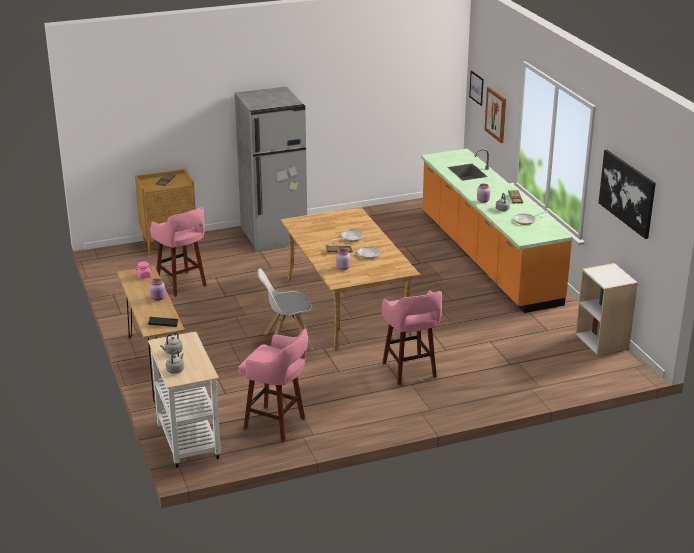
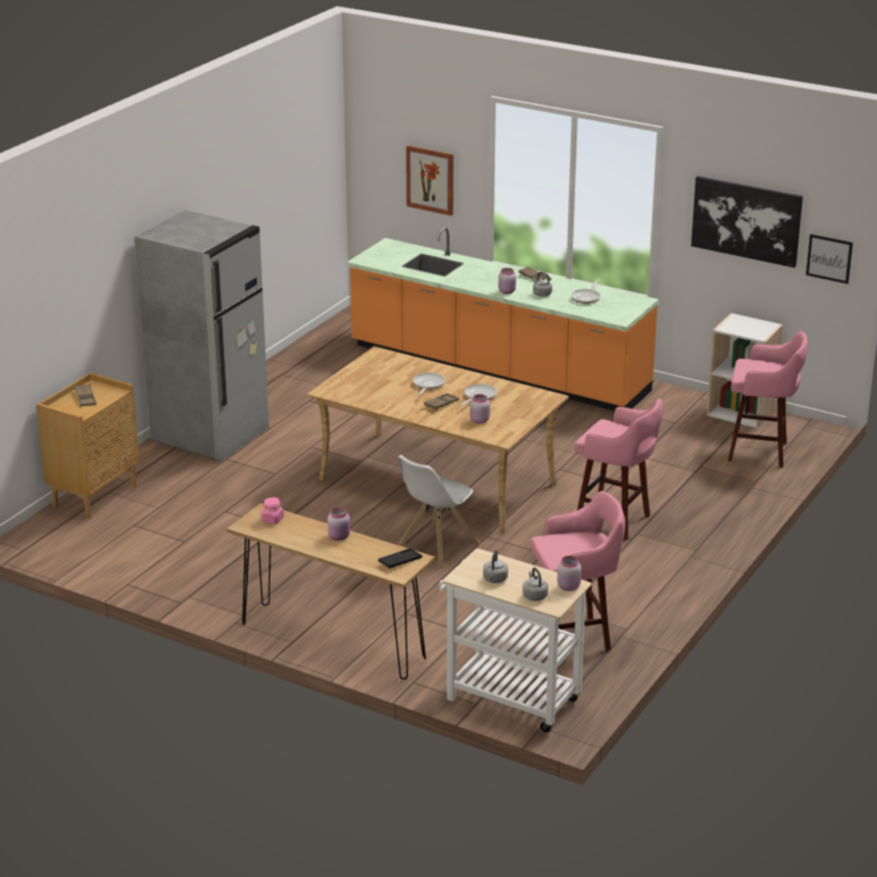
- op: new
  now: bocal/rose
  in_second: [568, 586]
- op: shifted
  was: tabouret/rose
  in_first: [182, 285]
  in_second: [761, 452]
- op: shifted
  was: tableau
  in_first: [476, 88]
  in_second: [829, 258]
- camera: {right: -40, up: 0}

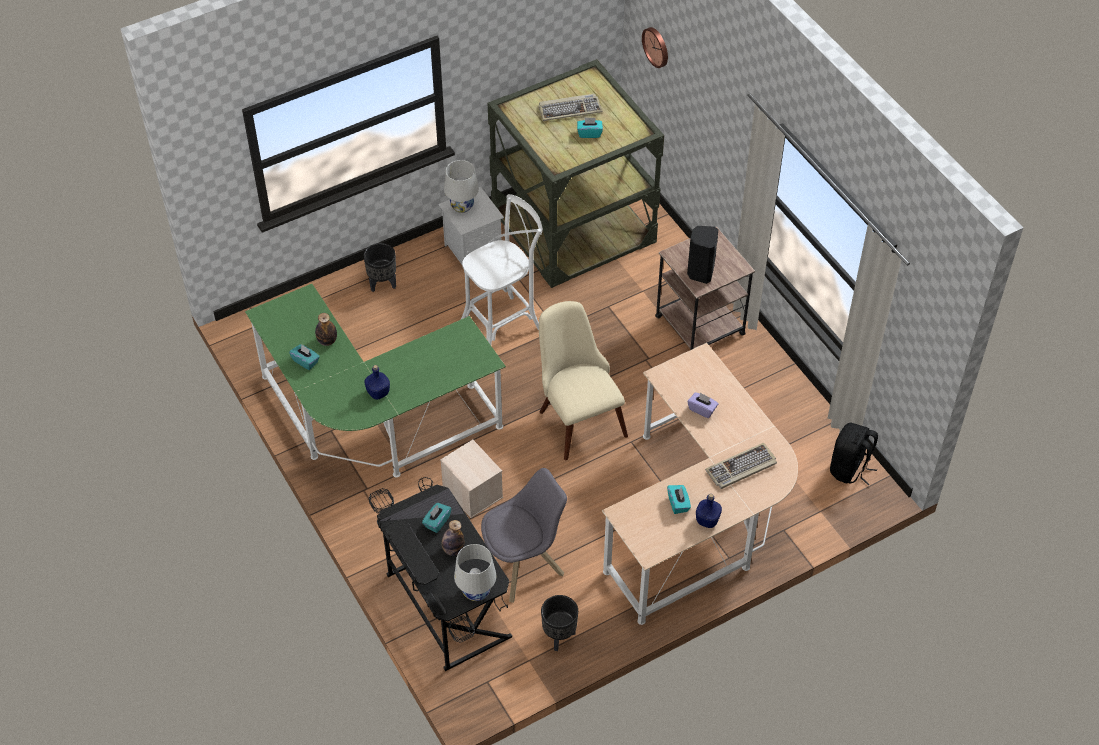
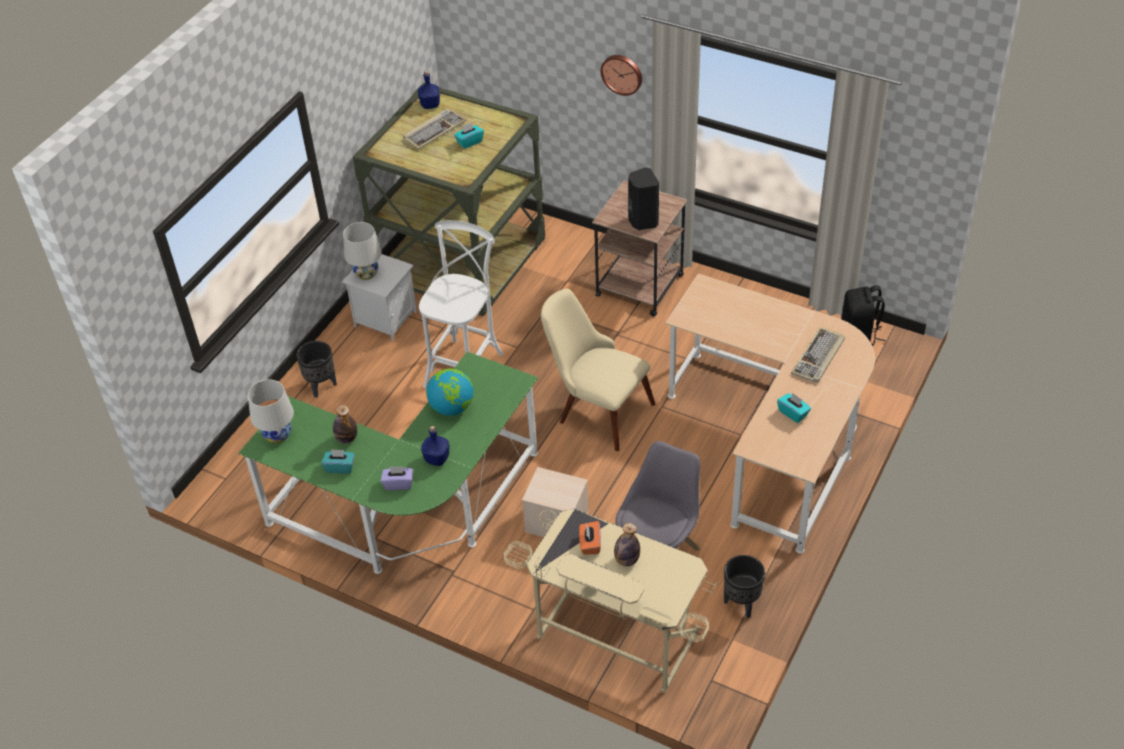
- op: new
  now: globe
  in_second: [452, 407]
- op: shifted
  was: lampe de table/blanc
  in_first: [476, 591]
  in_second: [277, 434]
- op: shifted
  was: horloge murale
  in_first: [656, 46]
  in_second: [622, 73]
- op: shifted
  was: boîte à mouchoirs/violet
  in_first: [702, 409]
  in_second: [398, 484]
- op: shifted
  was: bouteille/bleu
  in_first: [707, 521]
  in_second: [430, 105]
- op: repainted
  was: bureau/noir
  now: bureau/beige
  in_first: [444, 607]
  in_second: [615, 637]
- op: repainted
  was: boîte à mouchoirs/turquoise
  now: boîte à mouchoirs/orange
  in_first: [437, 522]
  in_second: [590, 544]
- camera: {right: -30, up: -5}

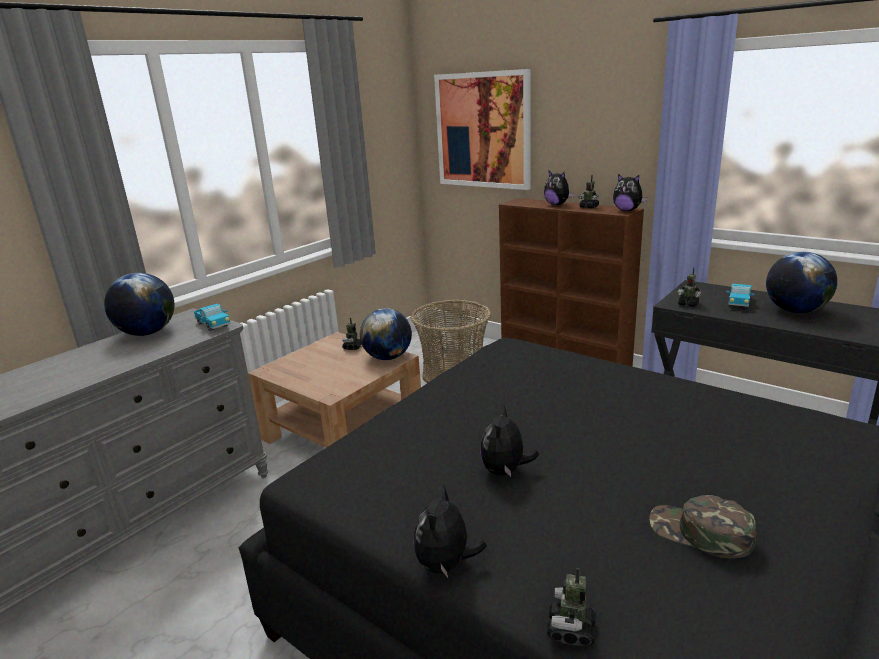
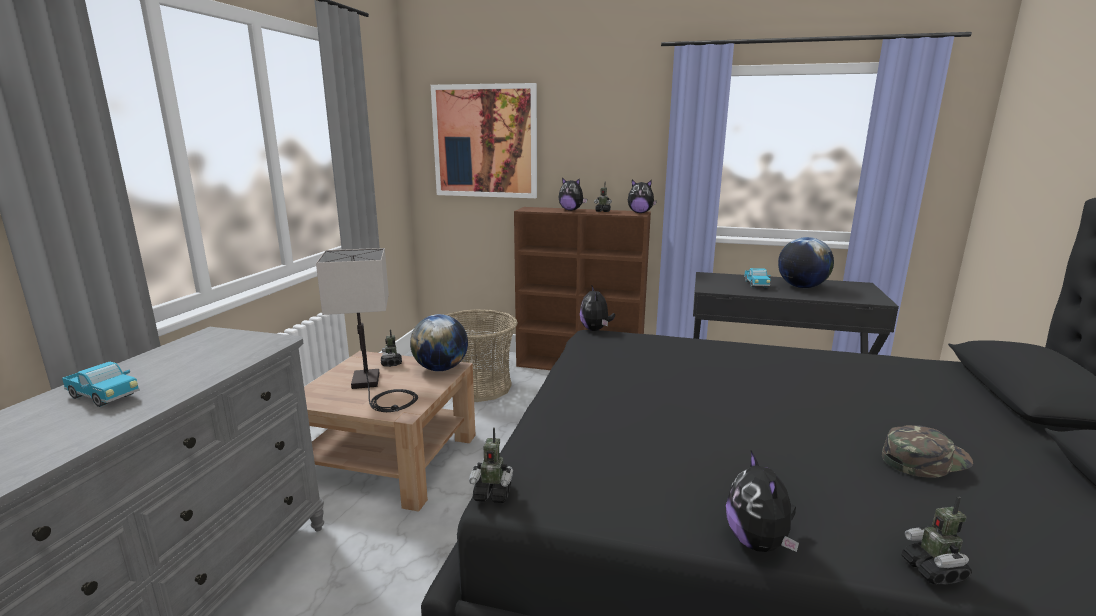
- op: gone
  was: globe
  in_first: [147, 333]
- op: new
  now: lampe de table
  in_second: [375, 389]
- op: shifted
  was: camion jouet
  in_first: [213, 325]
  in_second: [104, 397]
- op: shifted
  was: peluche
  in_first: [505, 471]
  in_second: [595, 330]
- op: shifted
  was: robot jouet
  in_first: [688, 304]
  in_second: [492, 494]
- op: rotated
  was: casquette/vert
  in_first: [700, 532]
  in_second: [924, 459]
  clockwise: 150
- camera: {right: -25, up: -5}

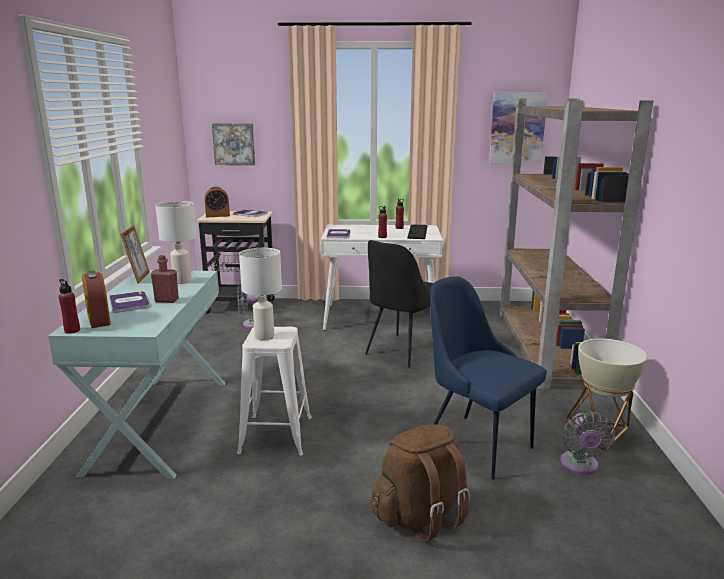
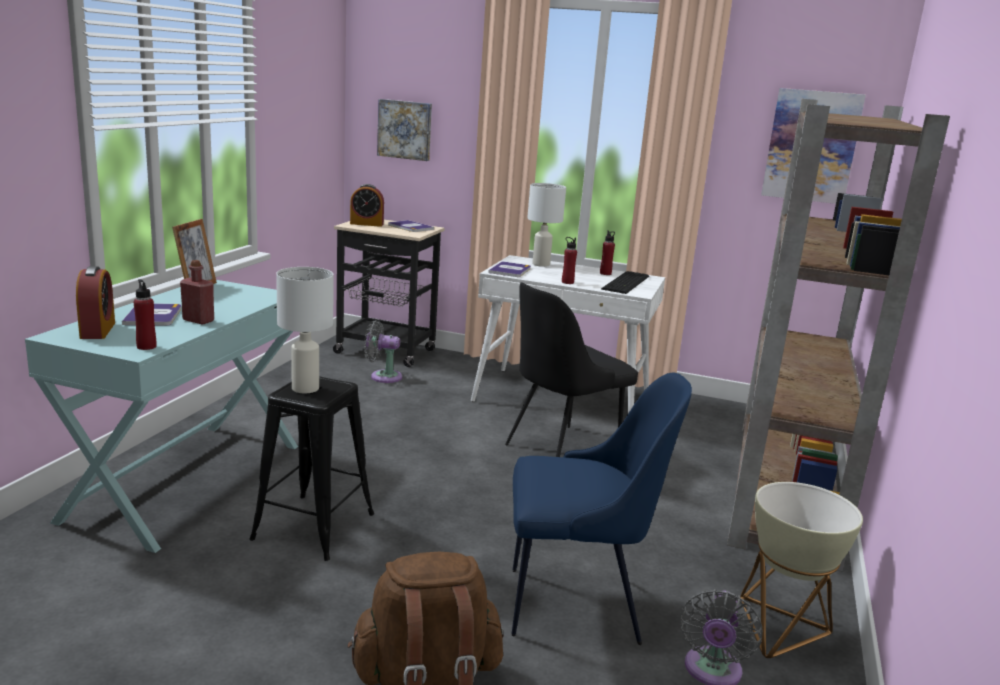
- op: shifted
  was: bouteille/rouge
  in_first: [72, 330]
  in_second: [146, 346]
- op: shifted
  was: lampe de table/blanc
  in_first: [182, 281]
  in_second: [540, 264]
- op: repainted
  was: tabouret/blanc
  now: tabouret/noir
  in_first: [276, 434]
  in_second: [314, 526]
- op: rotated
  was: chaise/bleu
  in_first: [476, 446]
  in_second: [574, 605]
  clockwise: 120
- camera: {right: 15, up: 0}

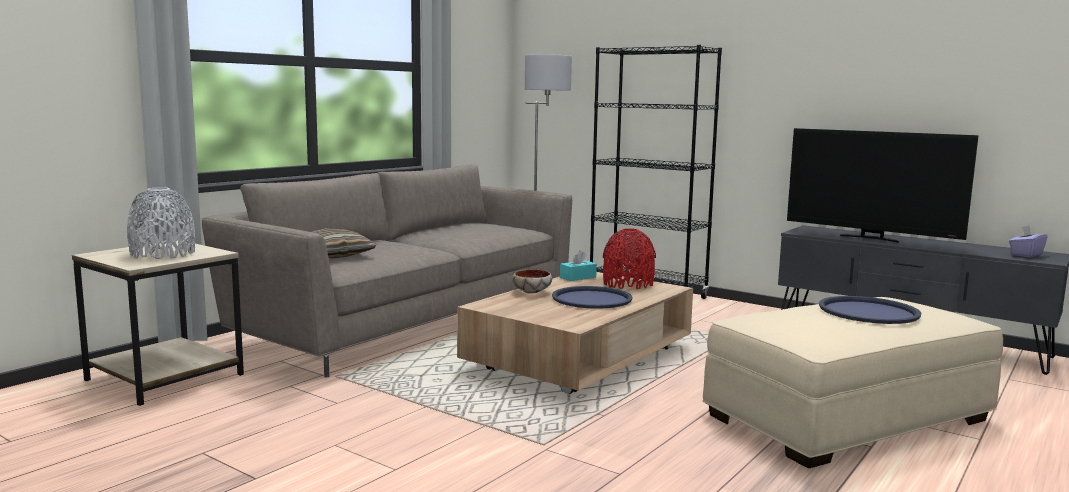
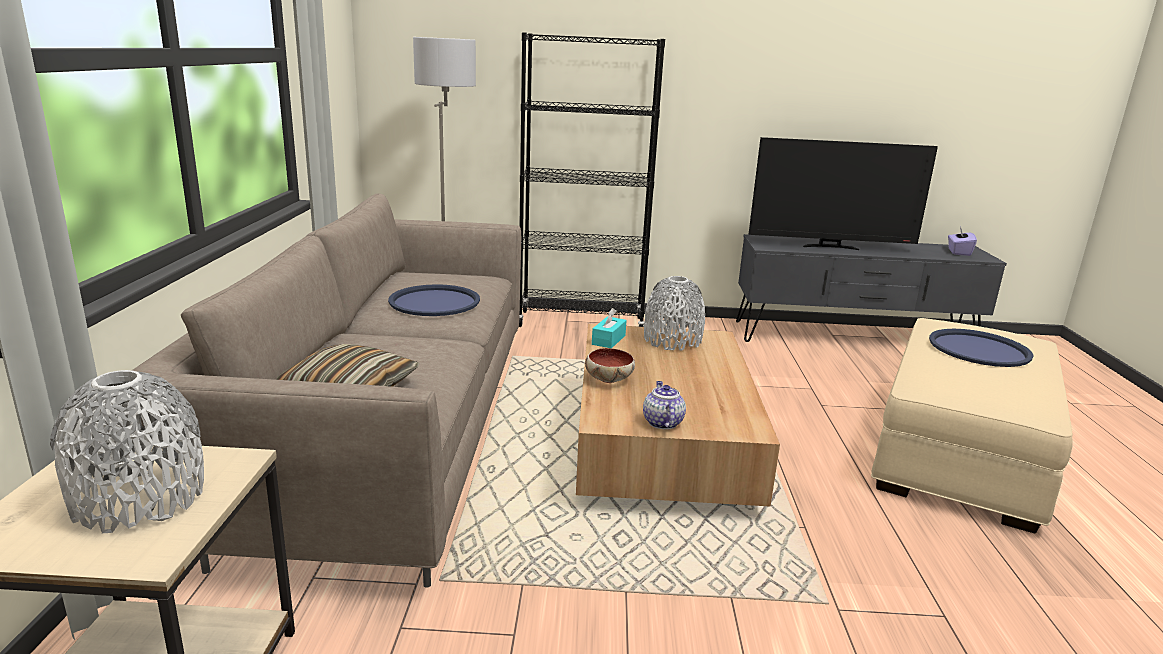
- op: new
  now: théière
  in_second: [662, 422]
- op: shifted
  was: plateau/bleu
  in_first: [591, 299]
  in_second: [434, 302]
- op: repainted
  was: vase/rouge
  now: vase/gris
  in_first: [628, 284]
  in_second: [672, 340]
- camera: {right: -35, up: 10}

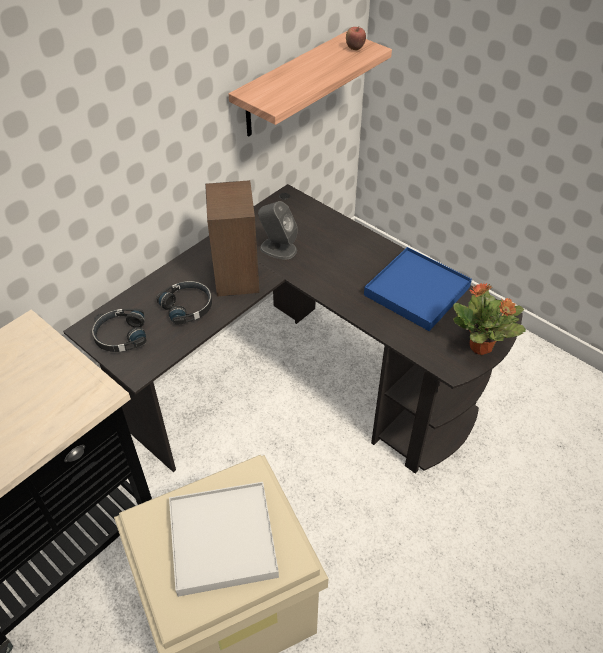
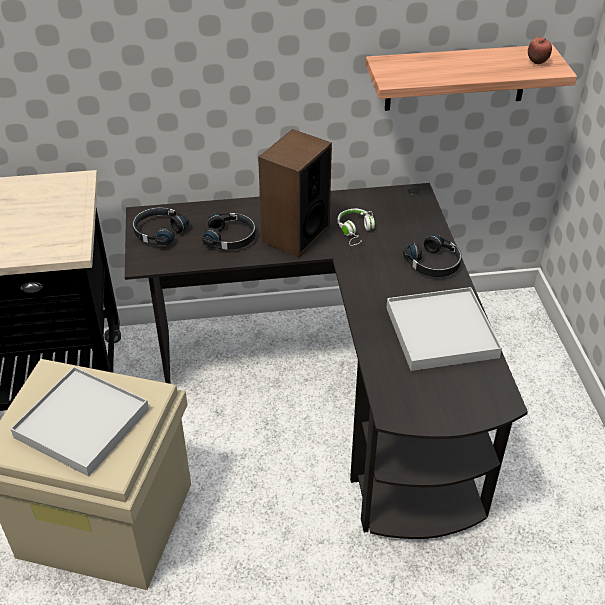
- op: gone
  was: plante en pot
  in_first: [481, 347]
- op: new
  now: casque audio/noir
  in_second: [434, 263]
- op: swapped
  was: enceinte/gris
  now: casque audio/blanc
  in_first: [278, 248]
  in_second: [355, 231]
- op: repainted
  was: plateau/bleu
  now: plateau/blanc
  in_first: [416, 291]
  in_second: [440, 332]
- camera: {right: 40, up: -5}

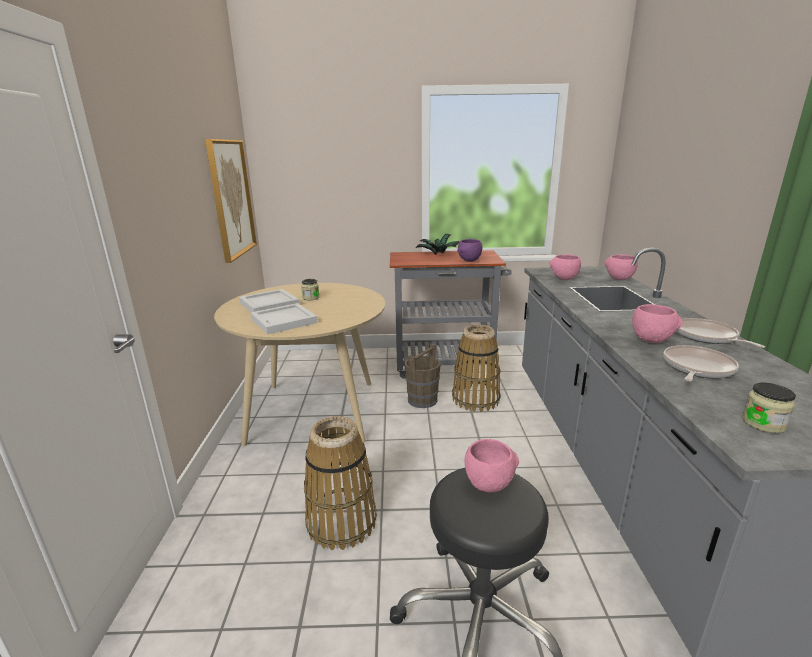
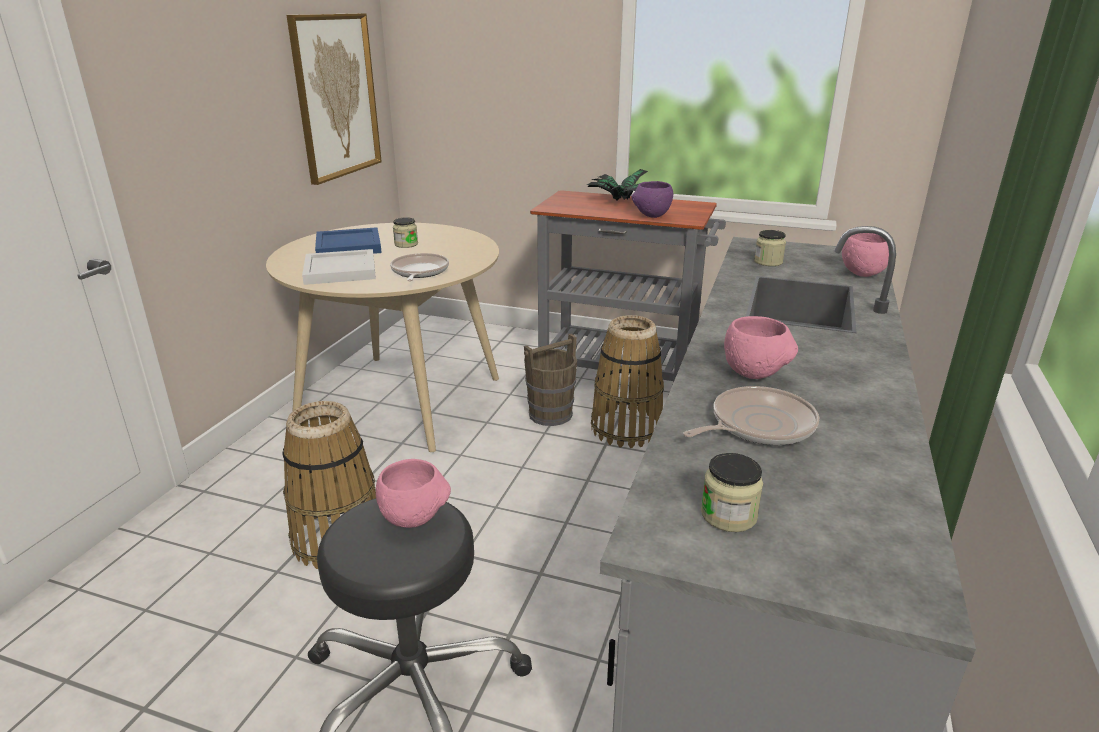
- op: shifted
  was: poêle
  in_first: [707, 337]
  in_second: [419, 272]
- op: swapped
  was: bol/rose
  now: bocal
  in_first: [564, 279]
  in_second: [768, 262]
- op: repainted
  was: plateau/blanc
  now: plateau/bleu
  in_first: [268, 304]
  in_second: [347, 246]
- camera: {right: 20, up: 5}

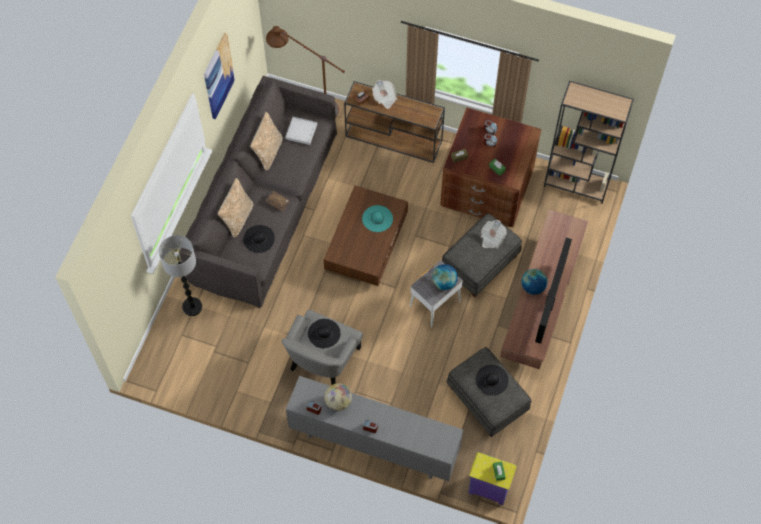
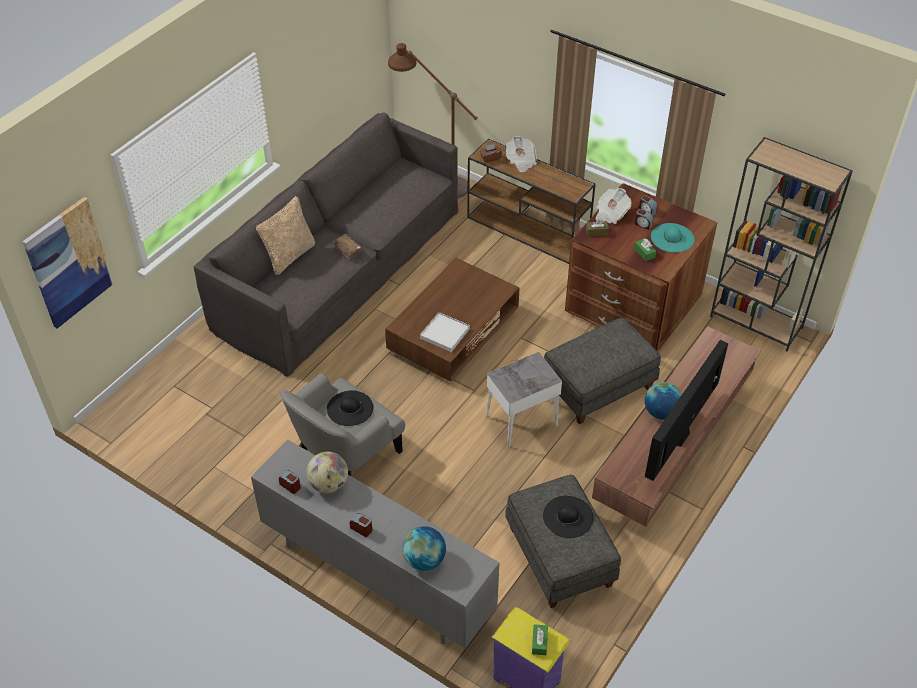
- op: gone
  was: lampadaire
  in_first: [192, 307]
- op: gone
  was: chapeau/noir
  in_first: [259, 239]
- op: gone
  was: coussin/beige
  in_first: [269, 152]
- op: shifted
  was: tableau
  in_first: [218, 76]
  in_second: [68, 262]
- op: shifted
  was: plateau/blanc
  in_first: [301, 131]
  in_second: [445, 334]
- op: shifted
  was: chapeau/turquoise
  in_first: [377, 218]
  in_second: [672, 238]
- op: shifted
  was: globe
  in_first: [444, 282]
  in_second: [424, 560]
- op: shifted
  was: journal
  in_first: [492, 238]
  in_second: [611, 214]
- camera: {right: 15, up: -15}

